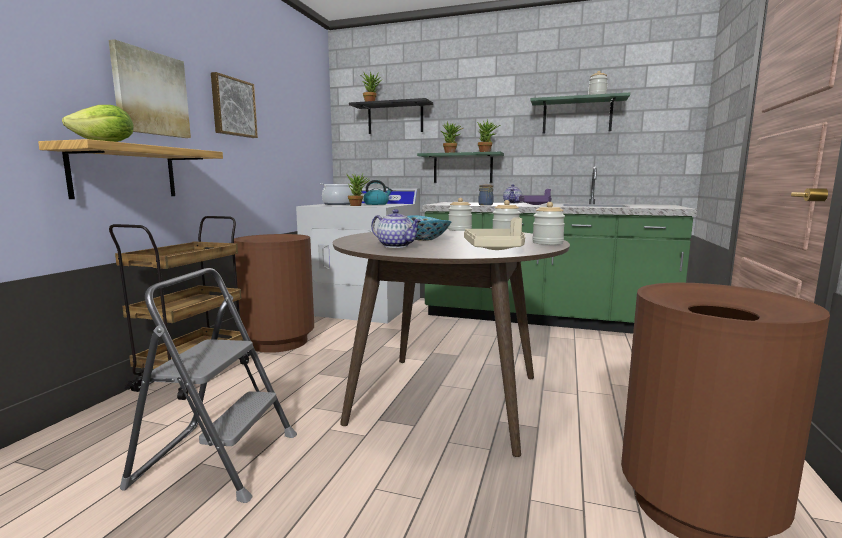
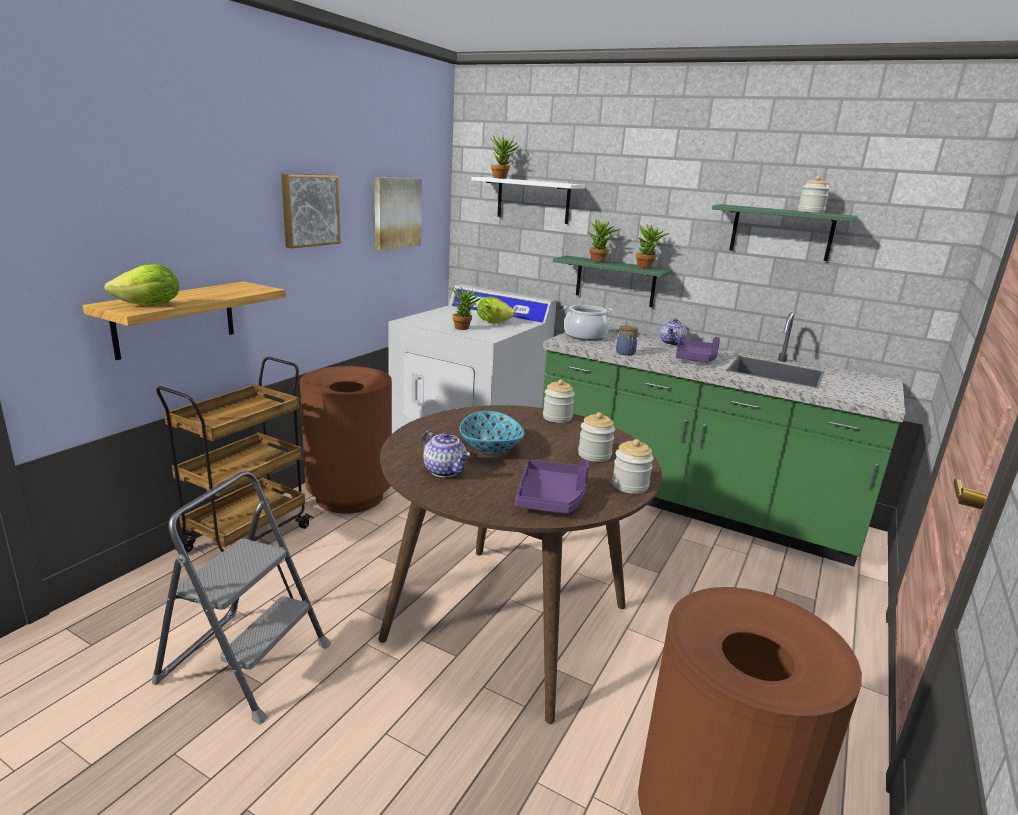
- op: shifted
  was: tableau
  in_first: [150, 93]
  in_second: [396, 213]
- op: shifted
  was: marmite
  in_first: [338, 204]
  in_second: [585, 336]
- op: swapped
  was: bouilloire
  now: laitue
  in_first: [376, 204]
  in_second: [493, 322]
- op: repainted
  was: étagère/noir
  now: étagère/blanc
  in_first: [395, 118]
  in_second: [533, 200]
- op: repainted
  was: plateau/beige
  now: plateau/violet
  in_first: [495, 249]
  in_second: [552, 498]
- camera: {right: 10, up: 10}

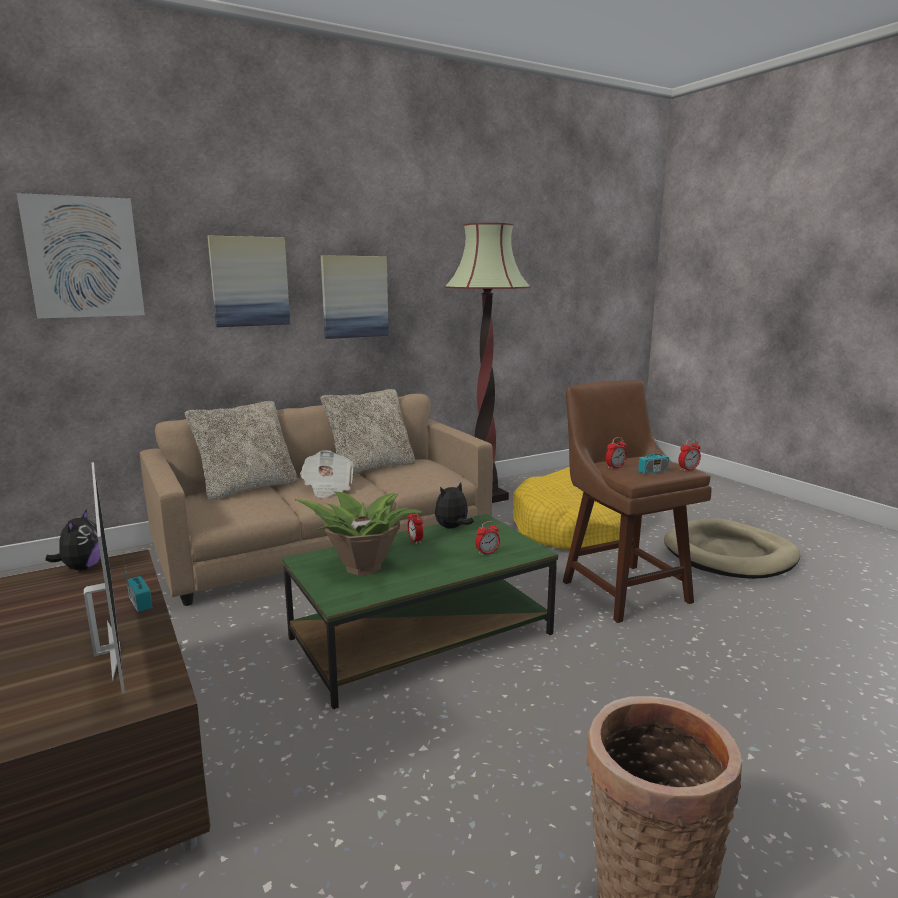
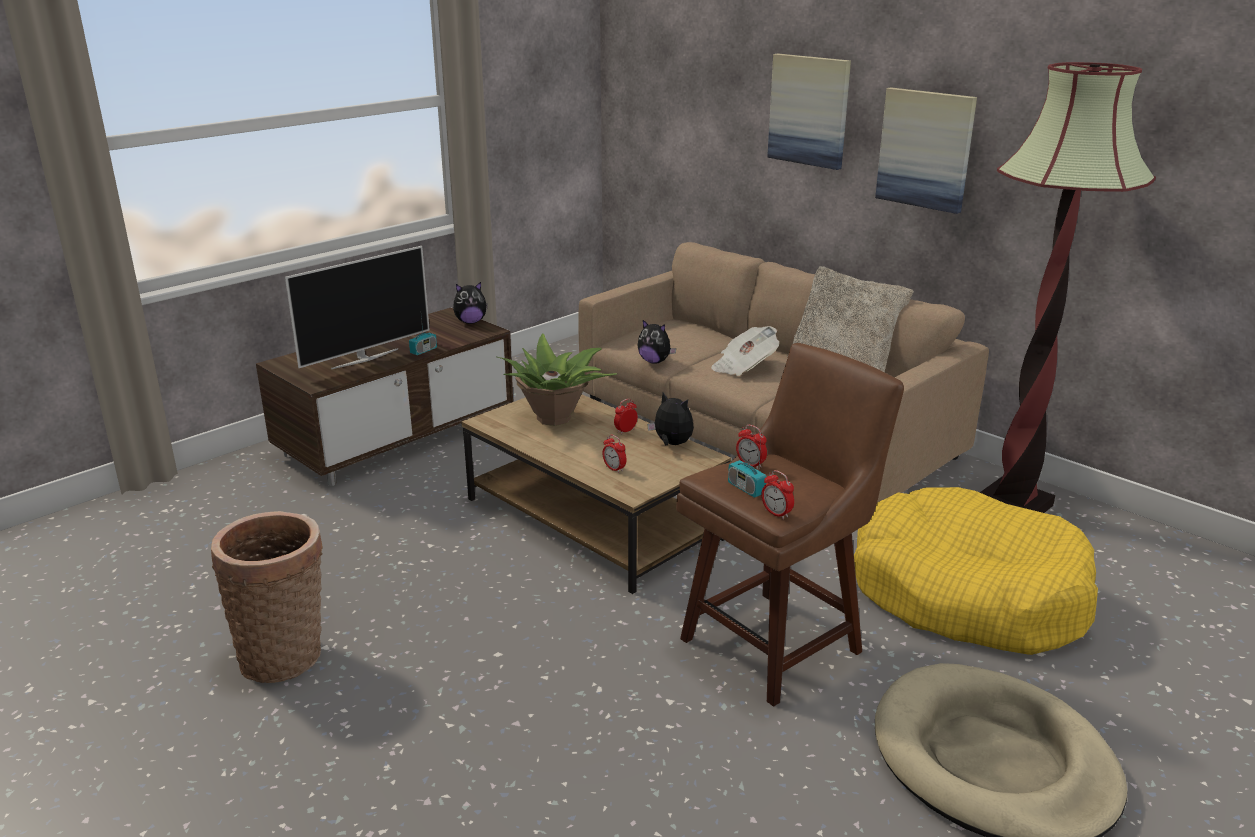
- op: gone
  was: tableau
  in_first: [84, 257]
- op: gone
  was: coussin/beige
  in_first: [247, 487]
- op: new
  now: peluche
  in_second: [655, 361]
- op: repainted
  was: table basse/vert
  now: table basse/marron
  in_first: [423, 635]
  in_second: [594, 519]
- camera: {right: 75, up: 10}

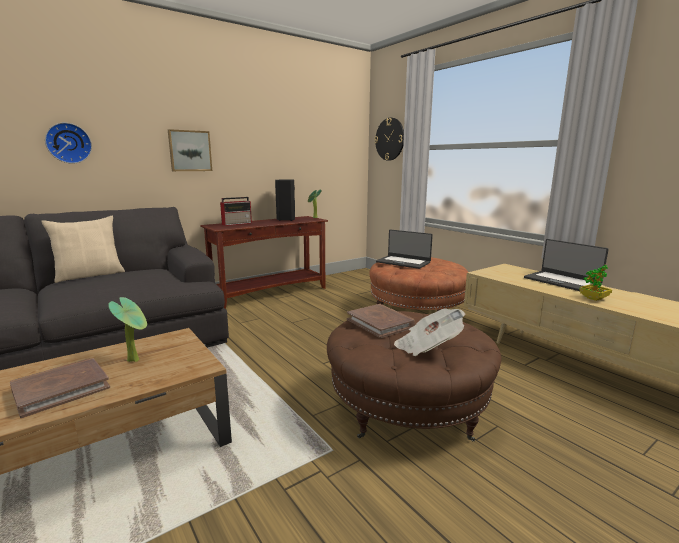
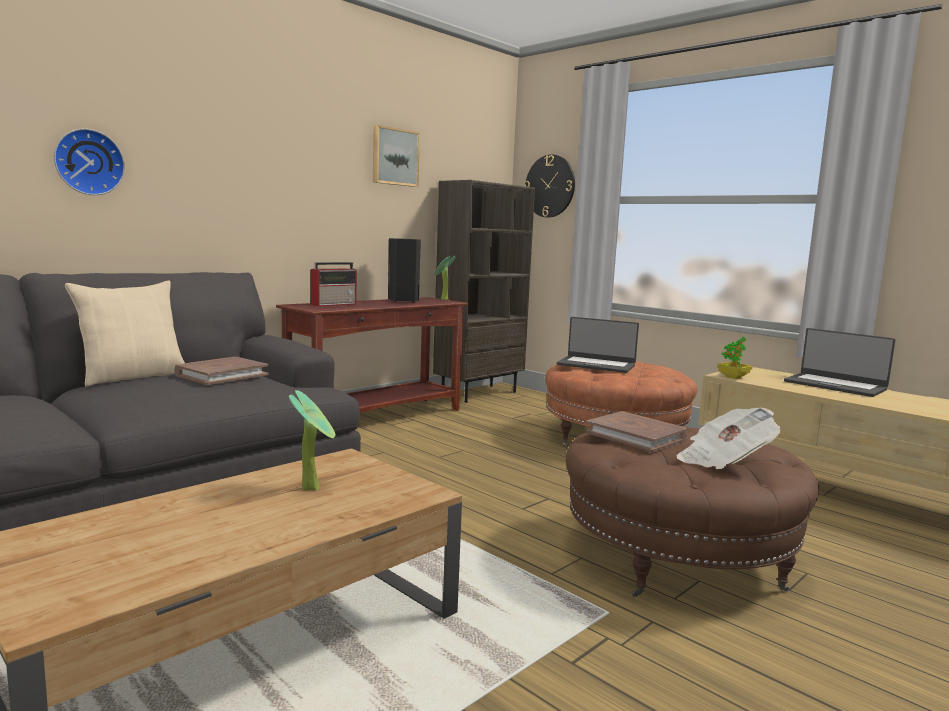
- op: new
  now: bibliothèque/marron
  in_second: [478, 393]
- op: shifted
  was: livre/marron
  in_first: [61, 389]
  in_second: [222, 375]
- op: shifted
  was: tableau
  in_first: [190, 151]
  in_second: [394, 157]
- op: shifted
  was: plante en pot
  in_first: [593, 298]
  in_second: [733, 377]
- camera: {right: -10, up: -5}

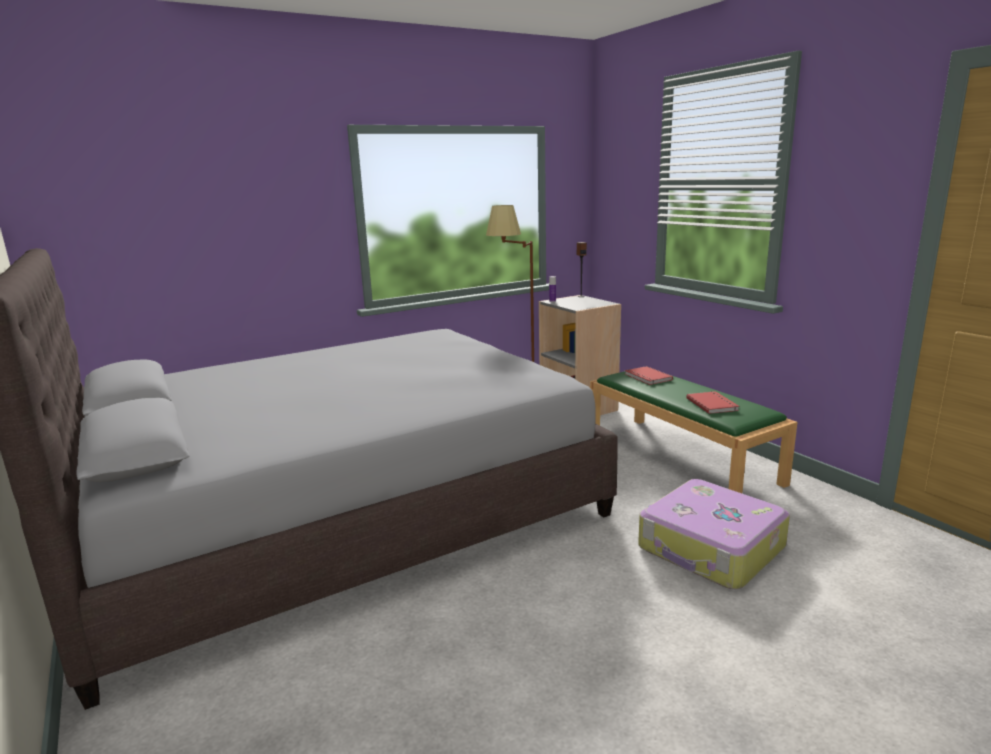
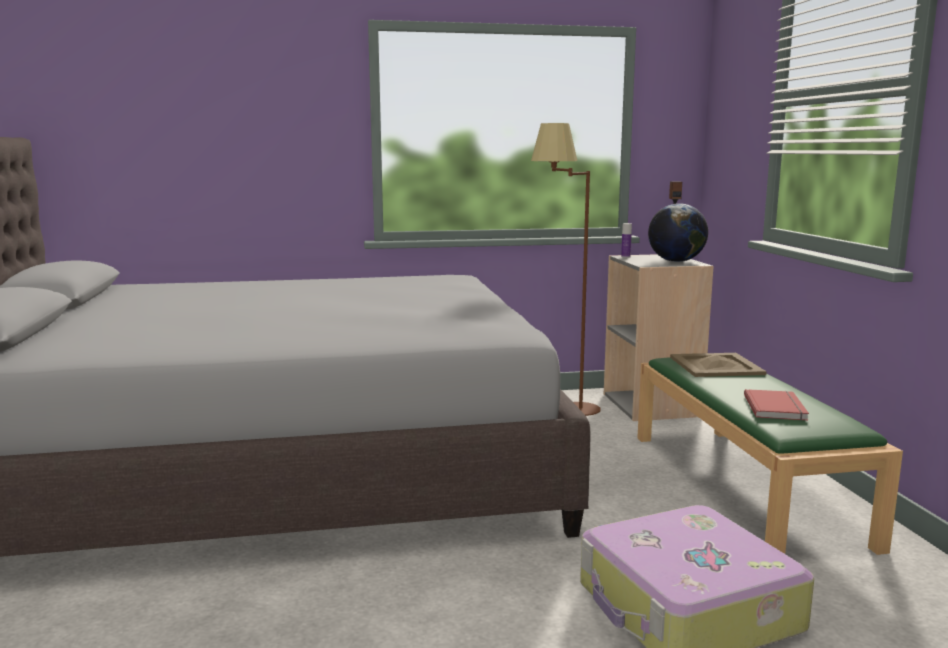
- op: new
  now: globe
  in_second: [676, 261]
- op: swapped
  was: livre/rouge
  now: plateau/beige
  in_first: [647, 377]
  in_second: [715, 366]
- camera: {right: 20, up: -5}

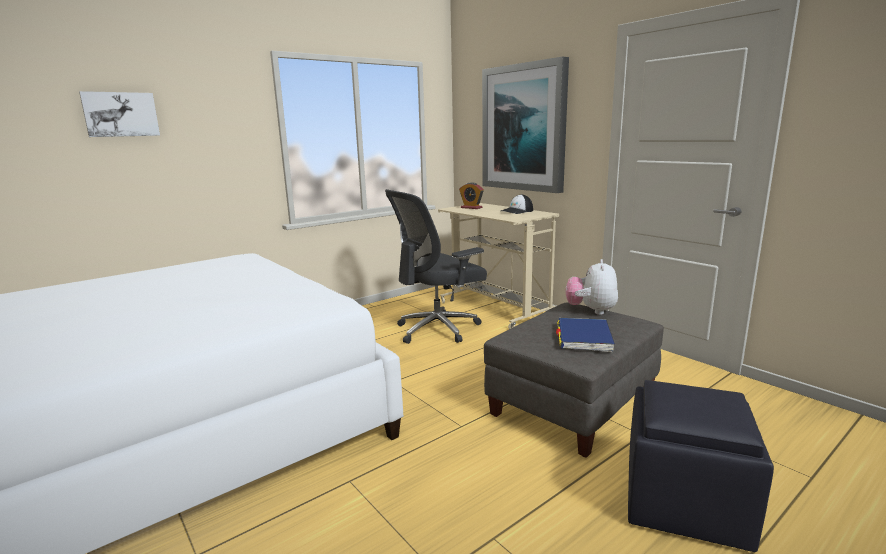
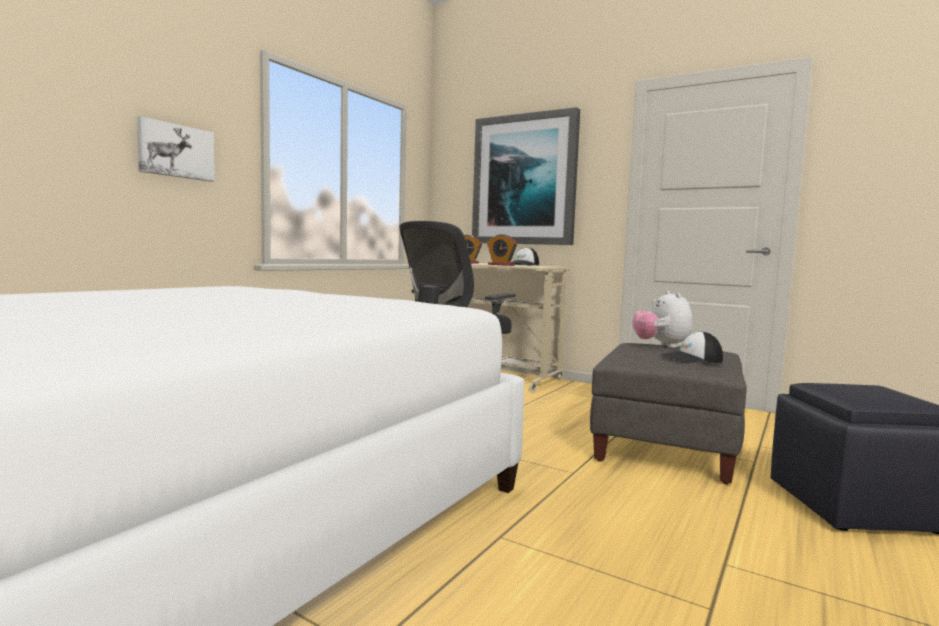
- op: new
  now: réveil
  in_second: [501, 265]
- op: shifted
  was: tableau
  in_first: [121, 114]
  in_second: [175, 151]
- op: swapped
  was: livre/bleu
  now: casquette
  in_first: [584, 337]
  in_second: [691, 359]
- camera: {right: -20, up: -10}

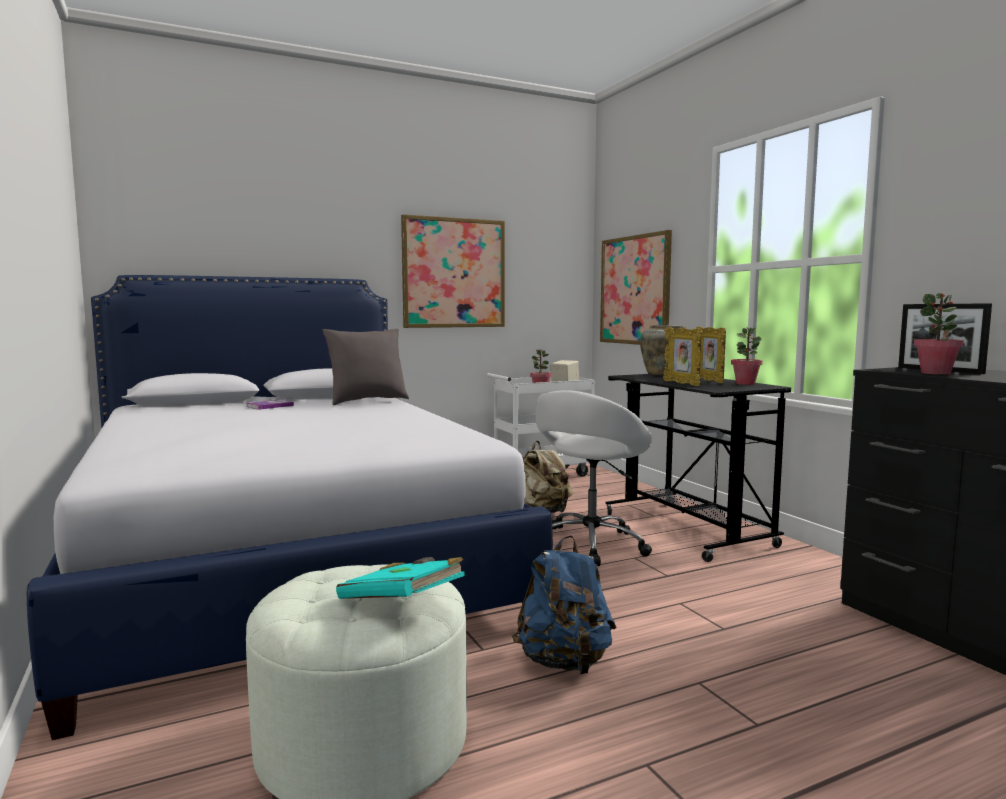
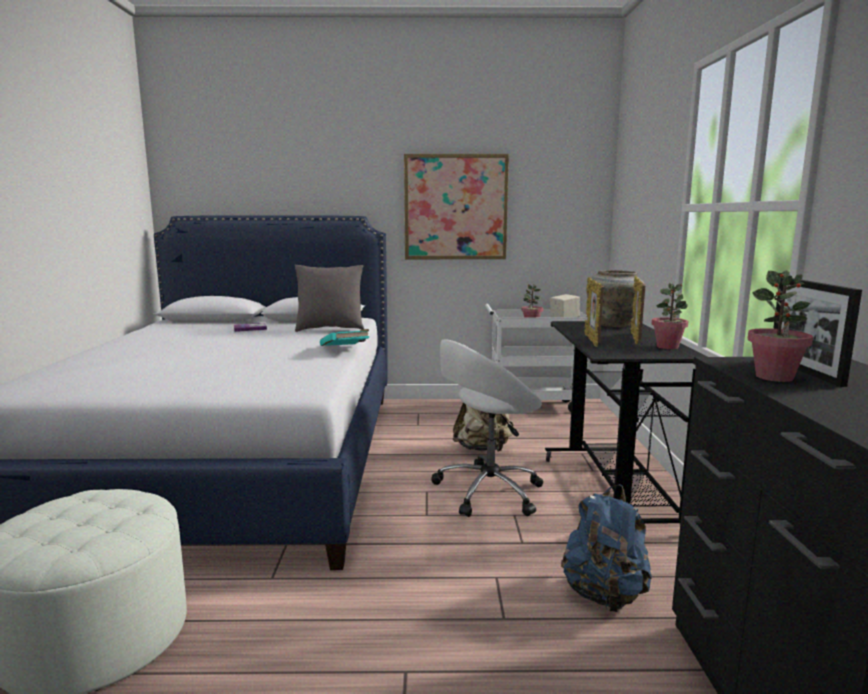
- op: gone
  was: tableau
  in_first: [635, 290]
- op: shifted
  was: livre/turquoise
  in_first: [402, 603]
  in_second: [345, 350]
- op: shifted
  was: sac à dos/bleu
  in_first: [564, 663]
  in_second: [604, 595]
- camera: {right: 25, up: 5}

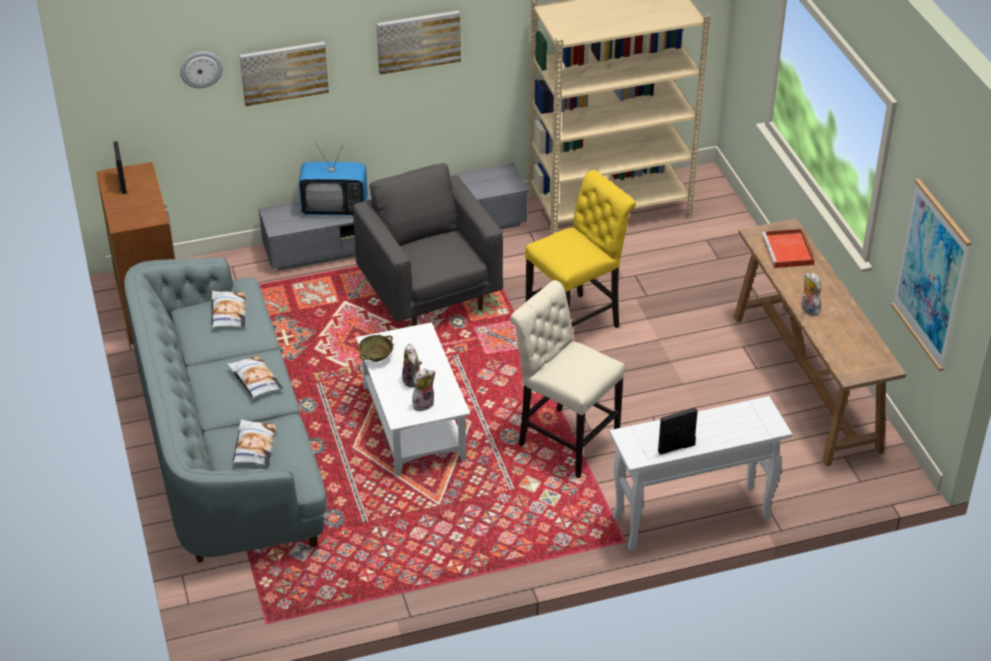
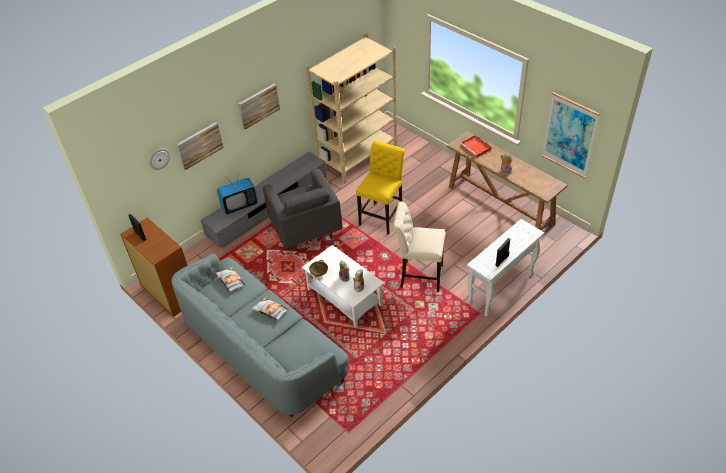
- op: gone
  was: coussin
  in_first: [254, 446]
- op: rotated
  was: fauteuil/gris
  in_first: [429, 294]
  in_second: [305, 230]
  clockwise: -150
- camera: {right: -25, up: 5}

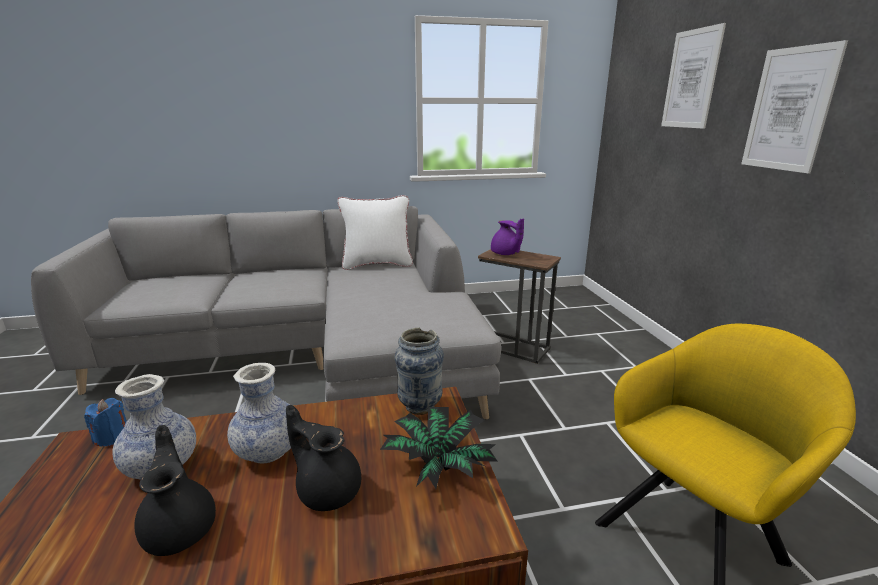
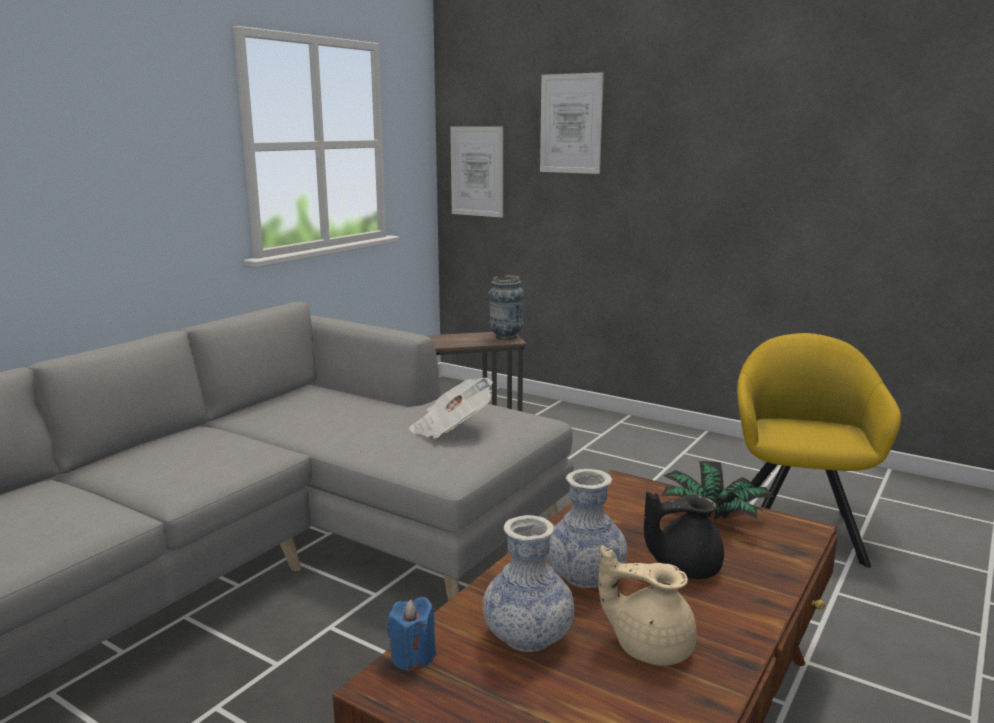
- op: gone
  was: coussin/blanc
  in_first: [377, 264]
- op: gone
  was: théière/violet
  in_first: [506, 254]
- op: new
  now: journal
  in_second: [451, 428]
- op: shifted
  was: vase
  in_first: [420, 406]
  in_second: [506, 337]
- op: shifted
  was: tableau
  in_first: [789, 109]
  in_second: [477, 171]
- op: repainted
  was: théière/noir
  now: théière/beige
  in_first: [181, 528]
  in_second: [649, 646]
- camera: {right: -45, up: -5}

